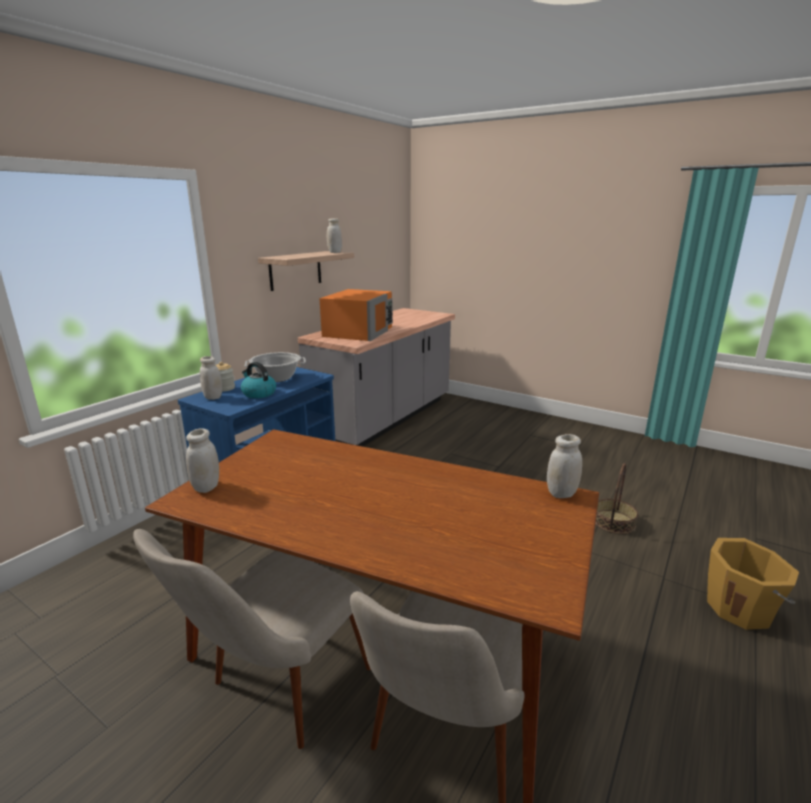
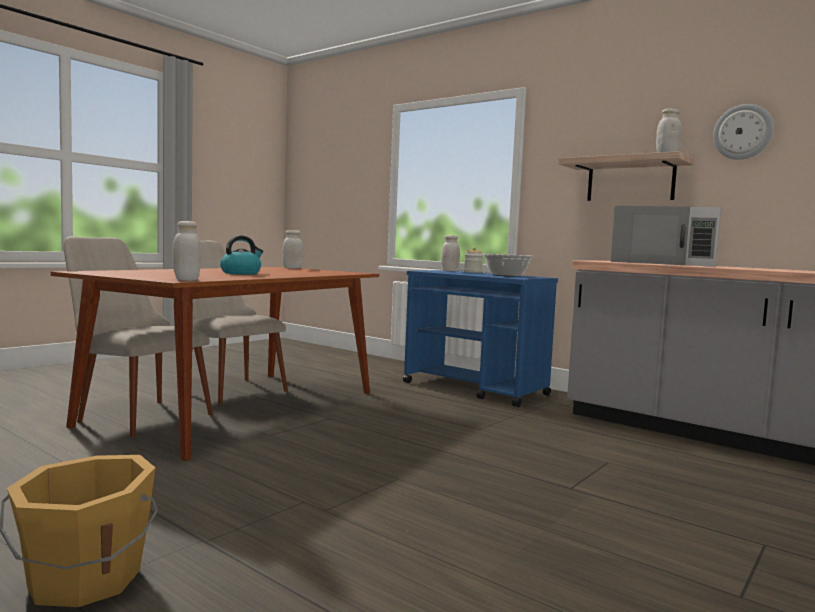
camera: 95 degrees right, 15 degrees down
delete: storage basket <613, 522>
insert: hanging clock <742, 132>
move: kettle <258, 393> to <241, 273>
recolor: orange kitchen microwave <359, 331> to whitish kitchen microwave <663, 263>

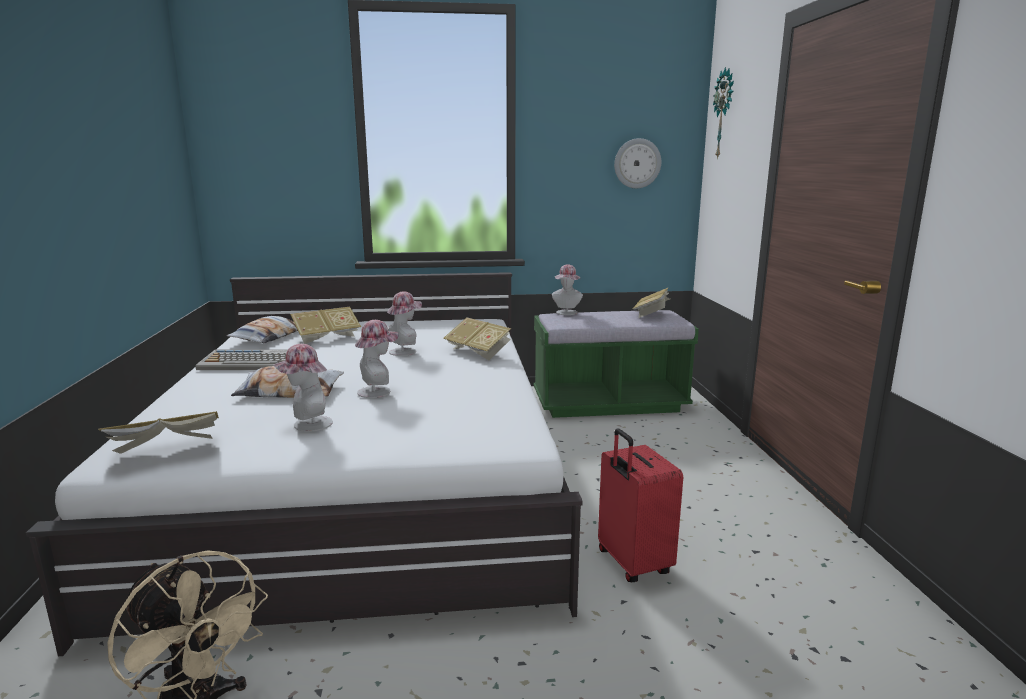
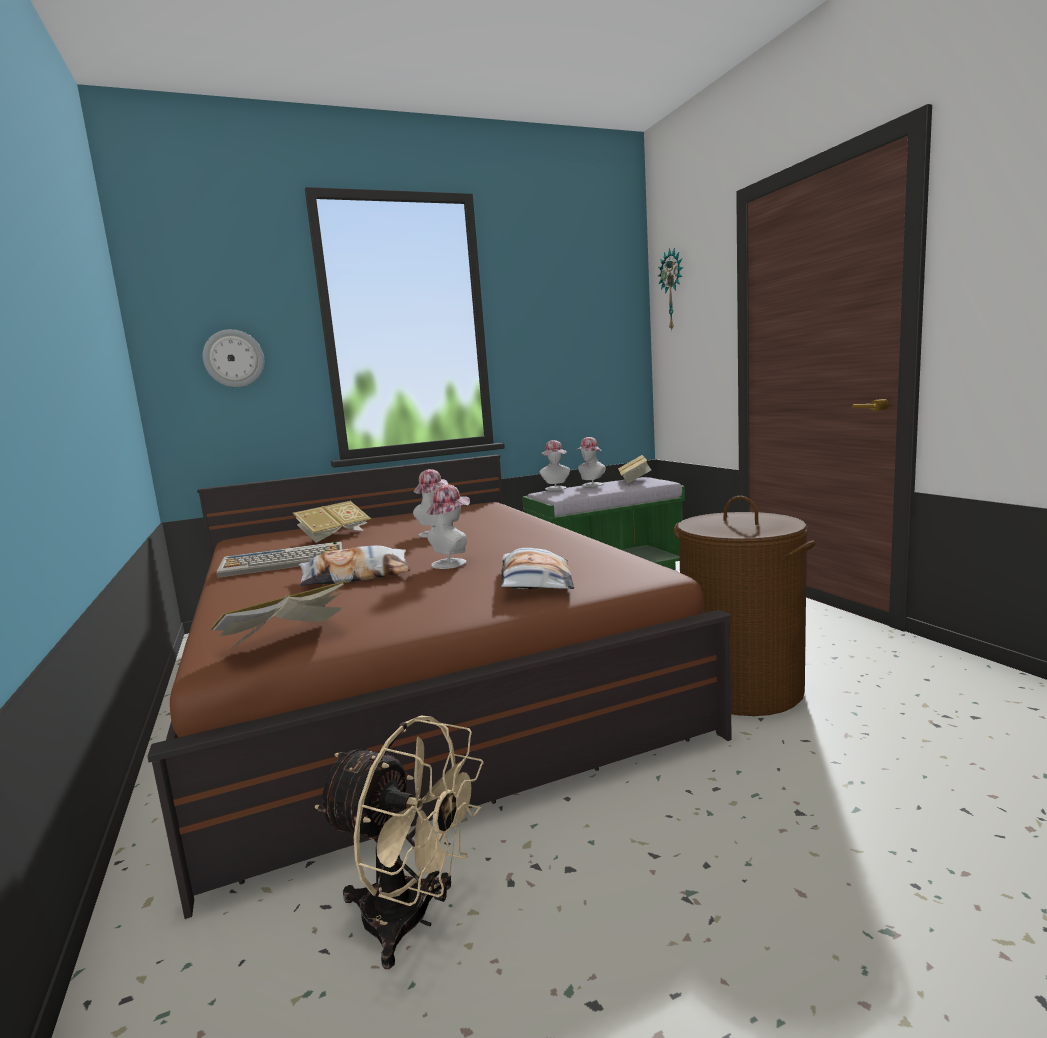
camera: 15 degrees left, 5 degrees down
delete: bound book <478, 352>
move: pillow <268, 337> to <535, 581>; wearable hat <308, 425> to <591, 485>; hanging clock <637, 163> to <234, 358>
replace: reddish travel case <632, 563> to brown washing basket <741, 688>
recolor: whitish bedroom bed <365, 479> to brown bedroom bed <417, 675>

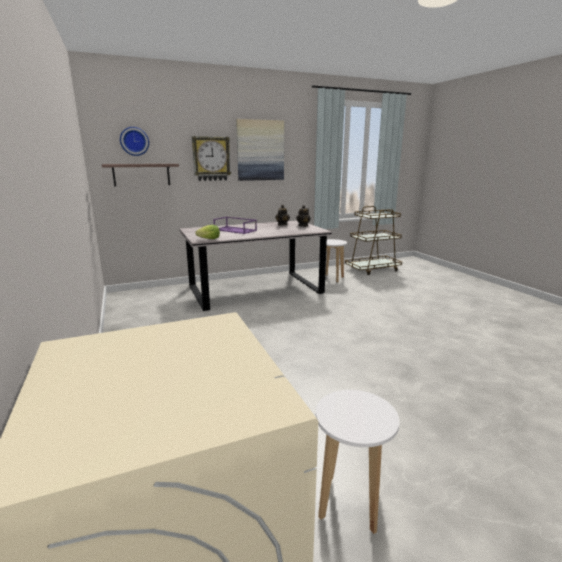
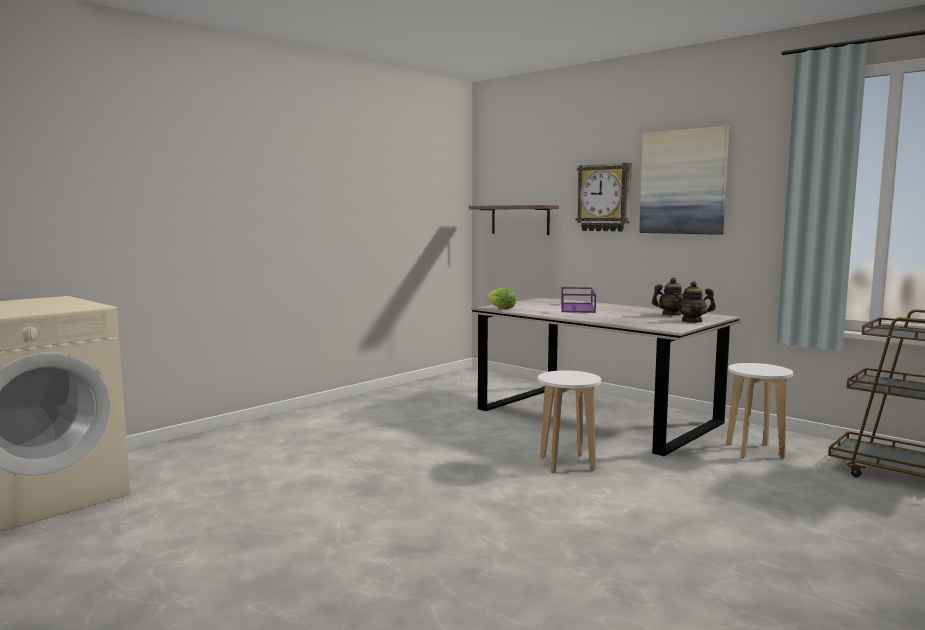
camera: 65 degrees right, 10 degrees down
delete: hanging clock <134, 141>
move: whitish stool seat <350, 503> to <567, 463>

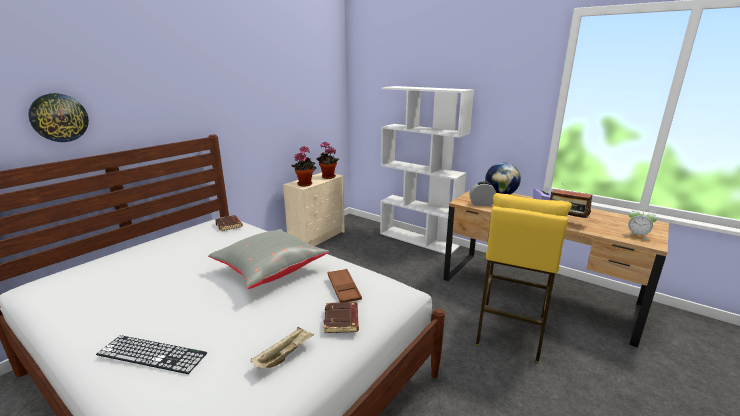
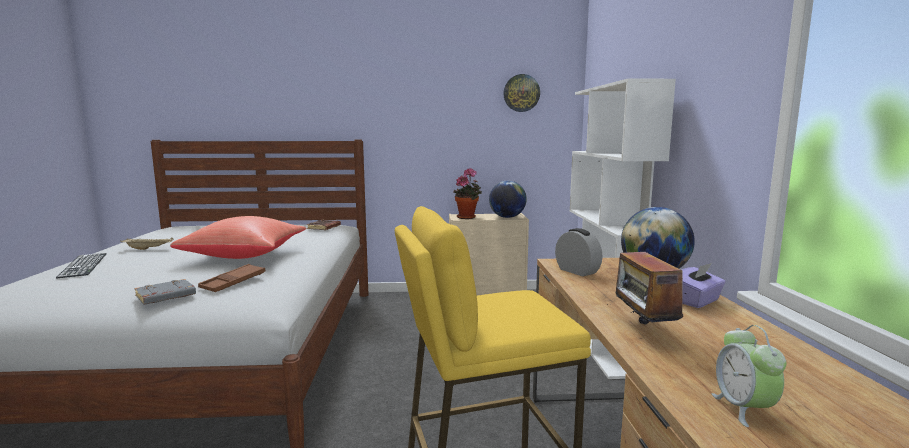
camera: 50 degrees right, 10 degrees down
move: hanging clock <59, 118> to <521, 93>; sand-coloured tray <284, 356> to <149, 249>
replace: houseplant <327, 177> to world globe <507, 217>
recolor: greyish pillow <269, 270> to reddish pillow <246, 255>; brown bound book <342, 320> to greyish bound book <165, 296>

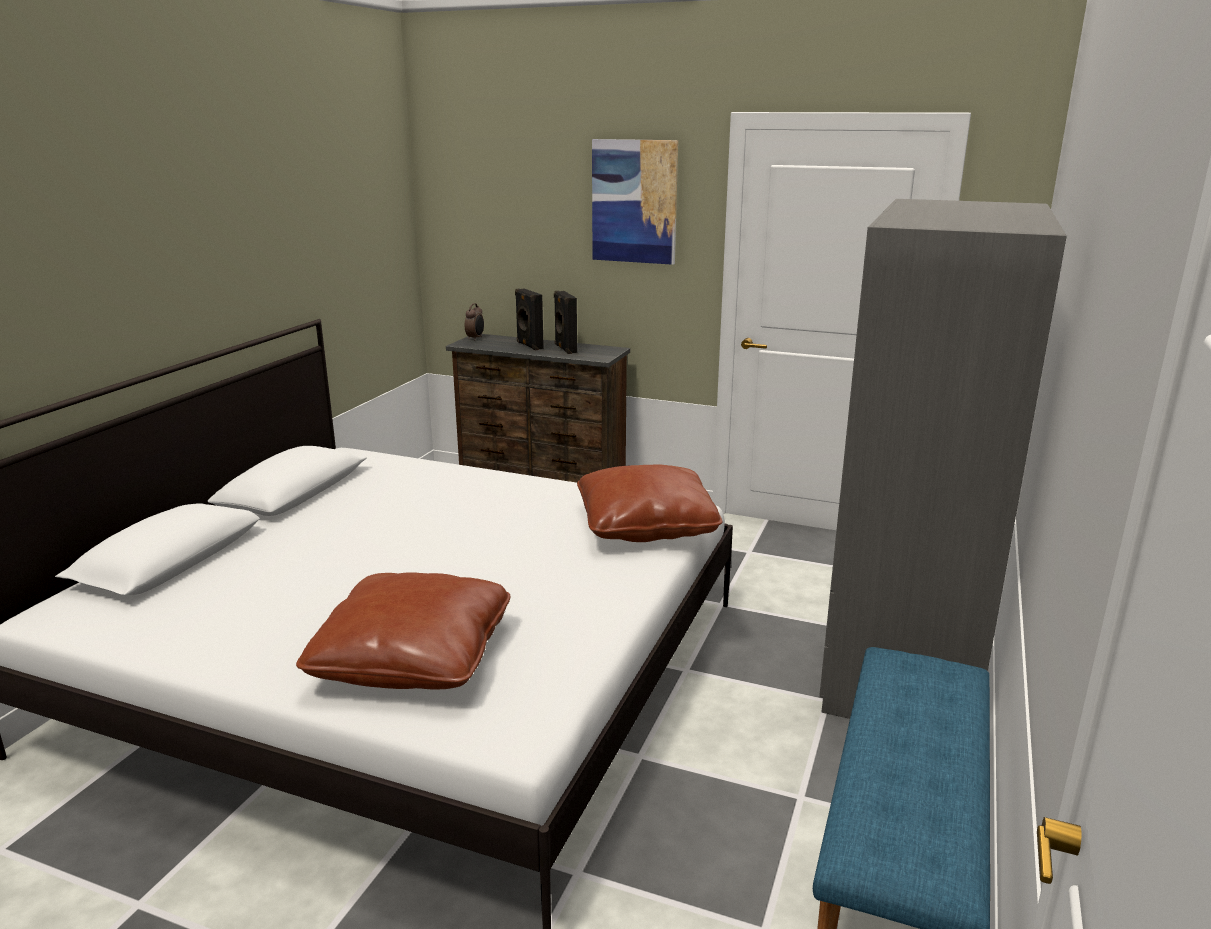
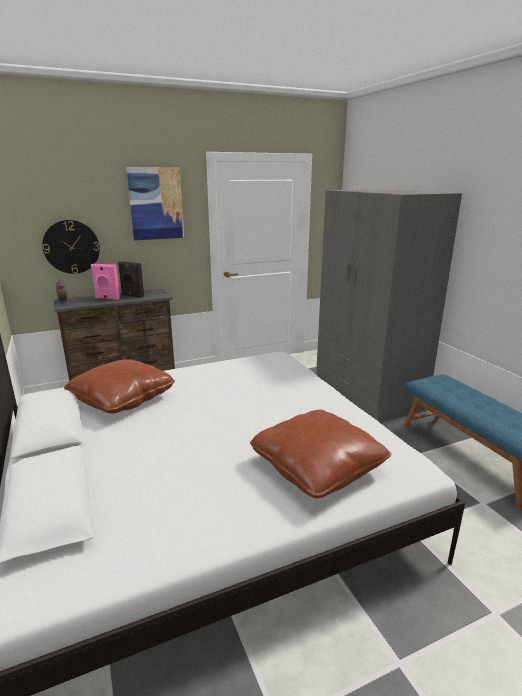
camera: 45 degrees left, 0 degrees up
insert: hanging clock <71, 247>
move: brown pillow <646, 526> to <122, 399>
recolor: blackish loudspeaker <529, 345> to pinkish loudspeaker <107, 298>

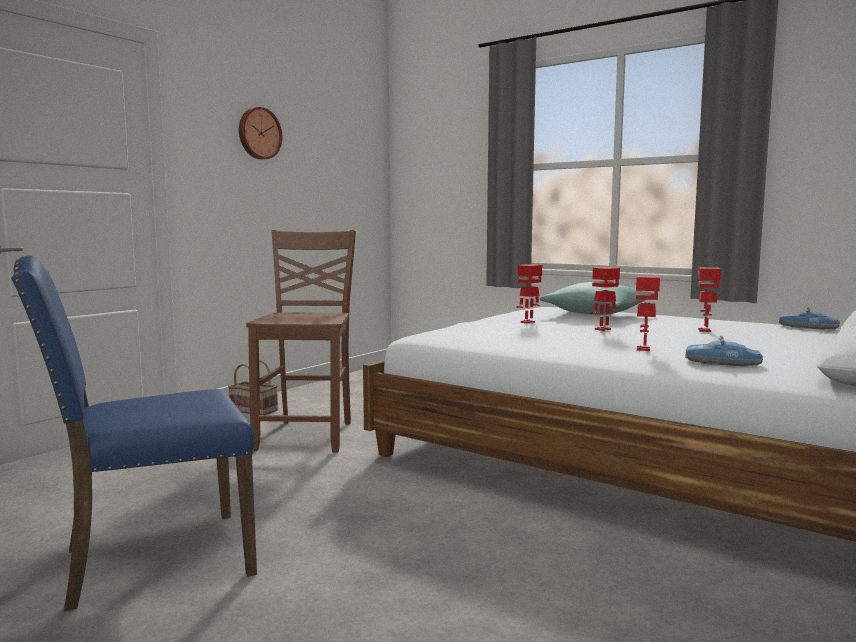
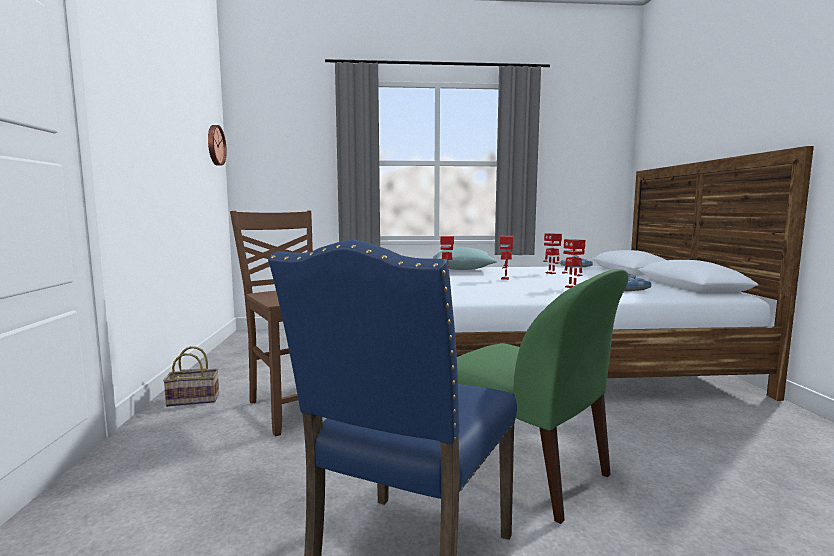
camera: 40 degrees left, 0 degrees up
insert: green plain chair <528, 473>
move: hanging clock <259, 133> to <215, 145>

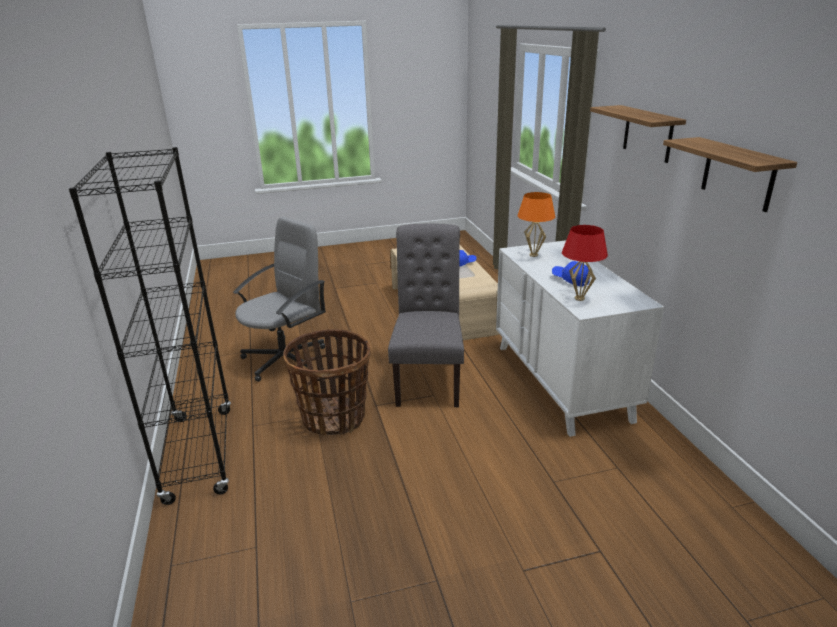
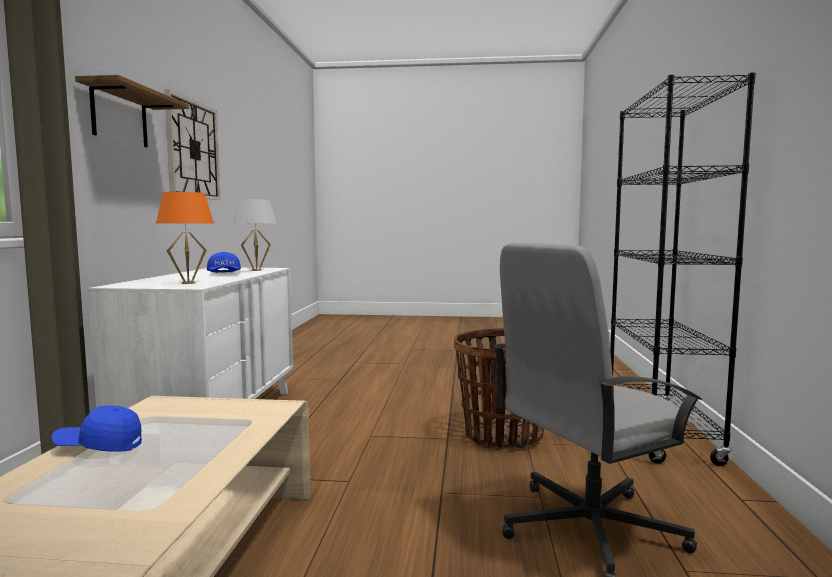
camera: 160 degrees left, 20 degrees down
delete: greyish plain chair <429, 379>
replace: wall shelf <738, 174> to hanging clock <193, 150>
recolor: reddish lamp for a table <579, 298> to whitish lamp for a table <256, 270>

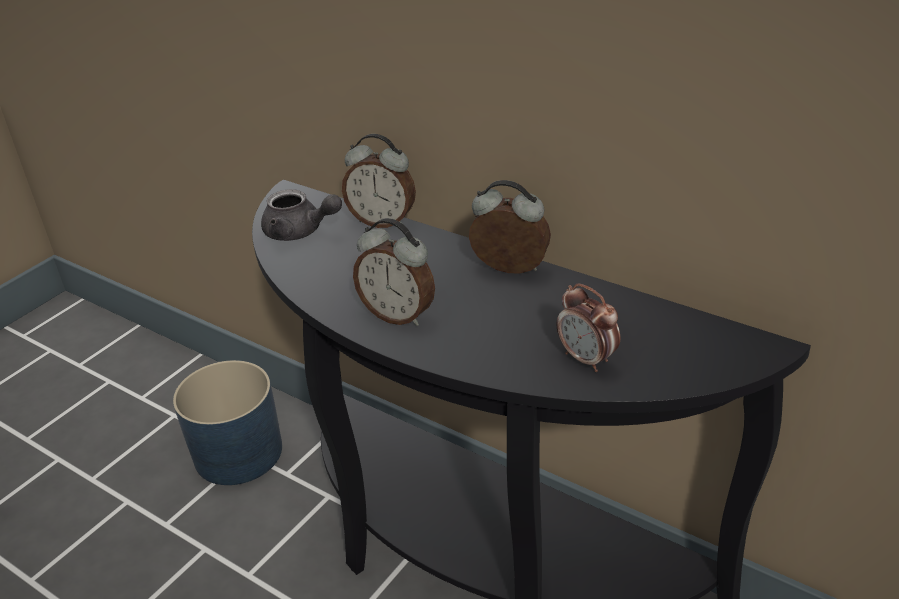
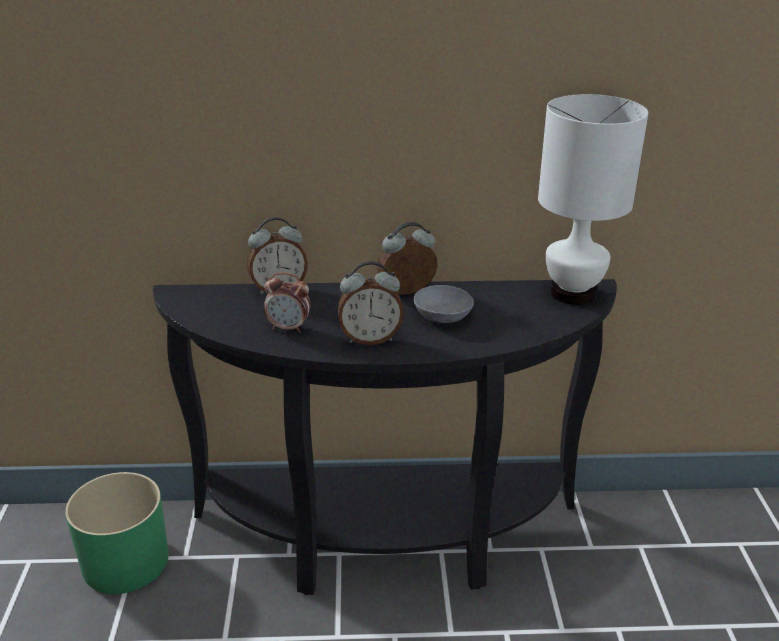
camera: 40 degrees left, 5 degrees down
delete: greyish teapot <300, 232>
insert: greyish bowl <444, 315>; whitish lamp for a table <572, 293>
move: table clock <587, 359> to <288, 328>
recolor: blue planter <239, 453> to green planter <126, 561>

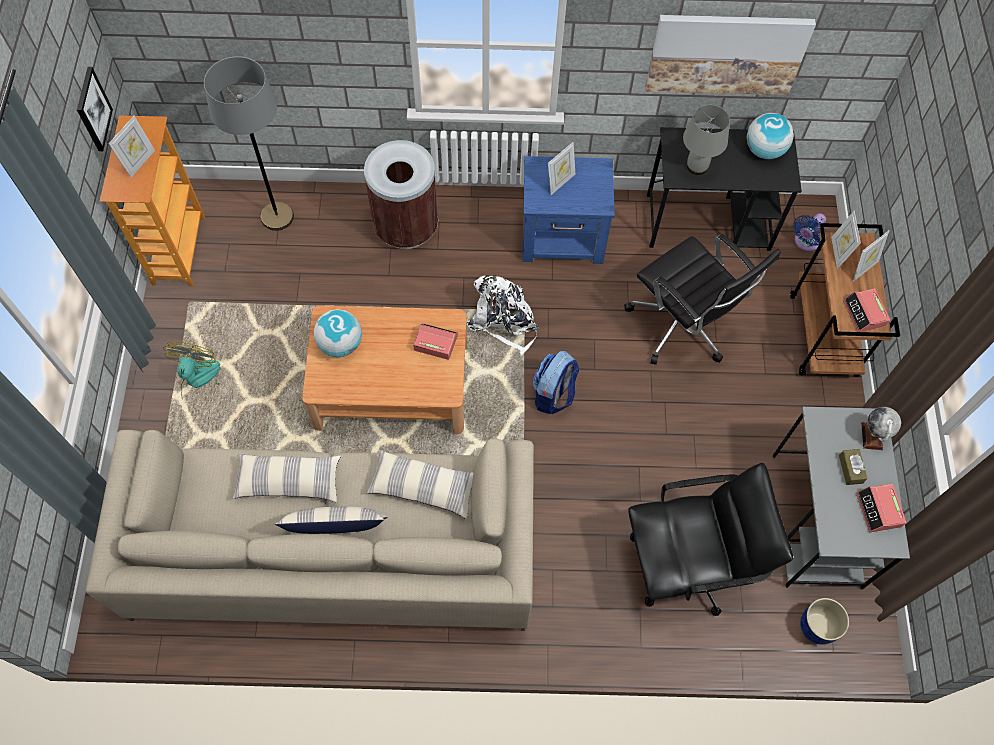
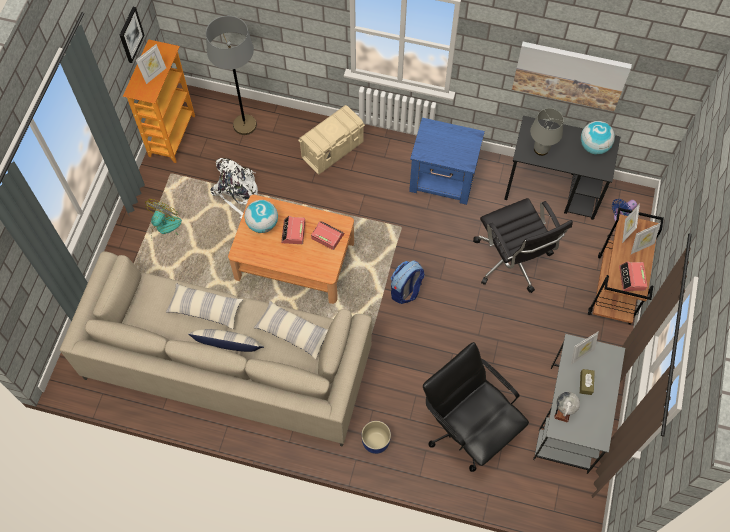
camera: 15 degrees right, 0 degrees up
move: whitish knapsack <504, 320> to <237, 192>; standing frame <560, 182> to <580, 354>; blue planter <816, 627> to <375, 442>; table clock <878, 510> to <293, 232>; world globe <872, 436> to <563, 411>
replace: brown rubbish bin <406, 227> to sand-coloured storage container <333, 150>
rotate: blackish office chair <687, 564> = <467, 428> 135 degrees counterclockwise

